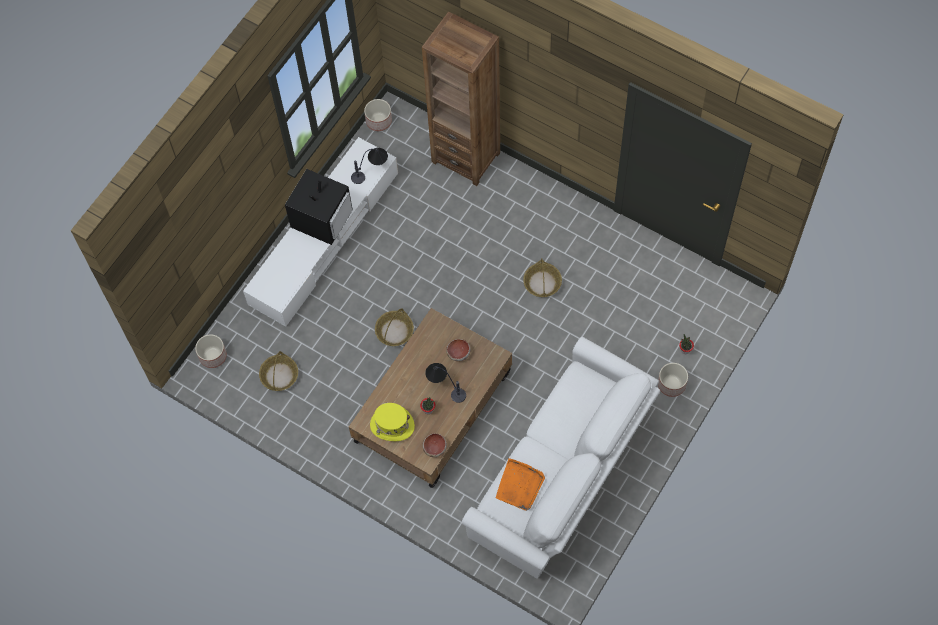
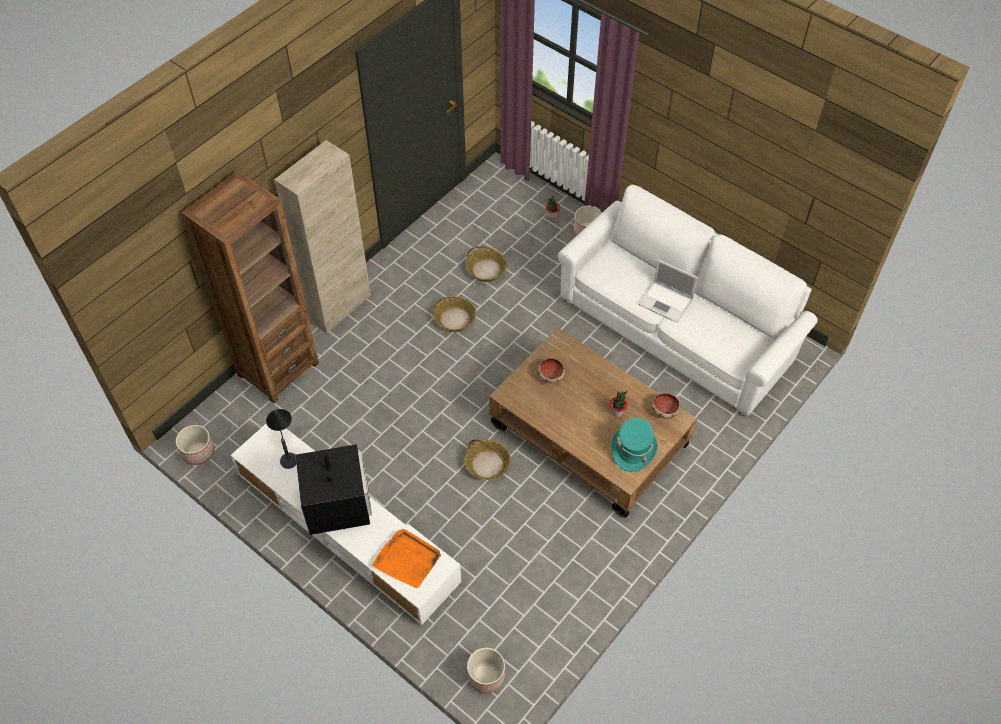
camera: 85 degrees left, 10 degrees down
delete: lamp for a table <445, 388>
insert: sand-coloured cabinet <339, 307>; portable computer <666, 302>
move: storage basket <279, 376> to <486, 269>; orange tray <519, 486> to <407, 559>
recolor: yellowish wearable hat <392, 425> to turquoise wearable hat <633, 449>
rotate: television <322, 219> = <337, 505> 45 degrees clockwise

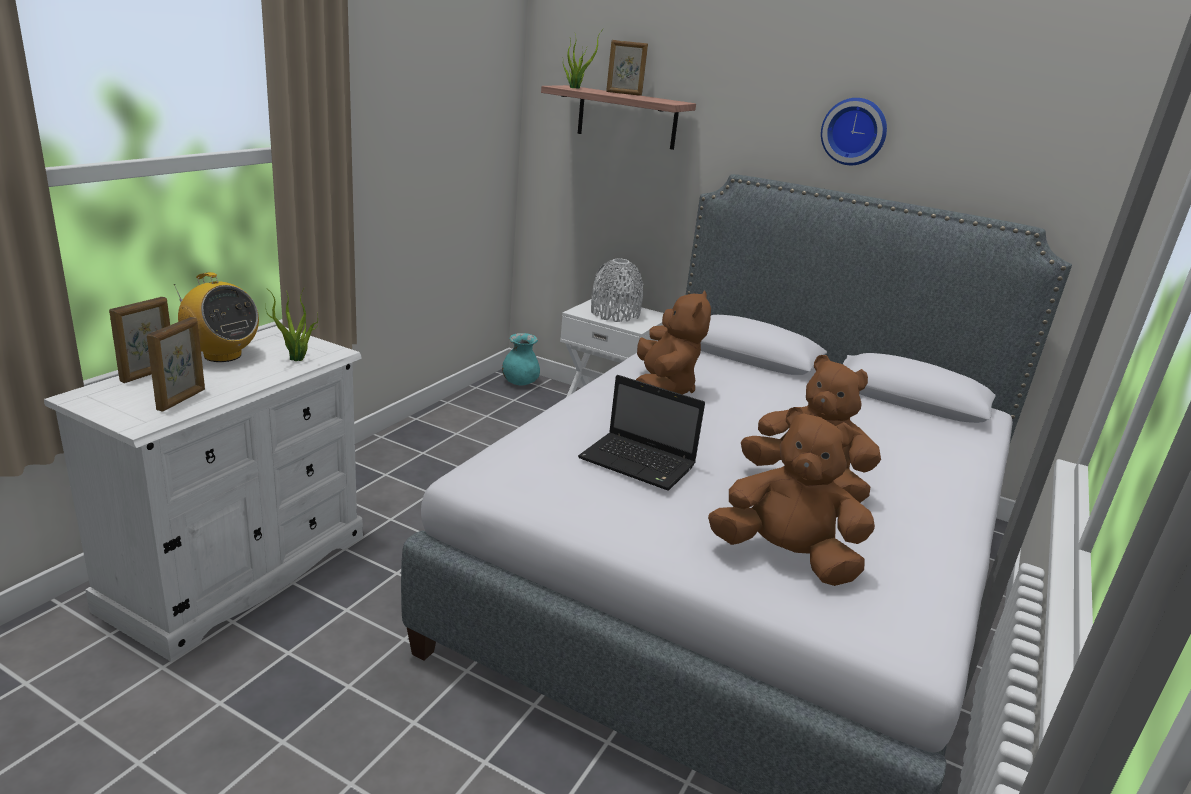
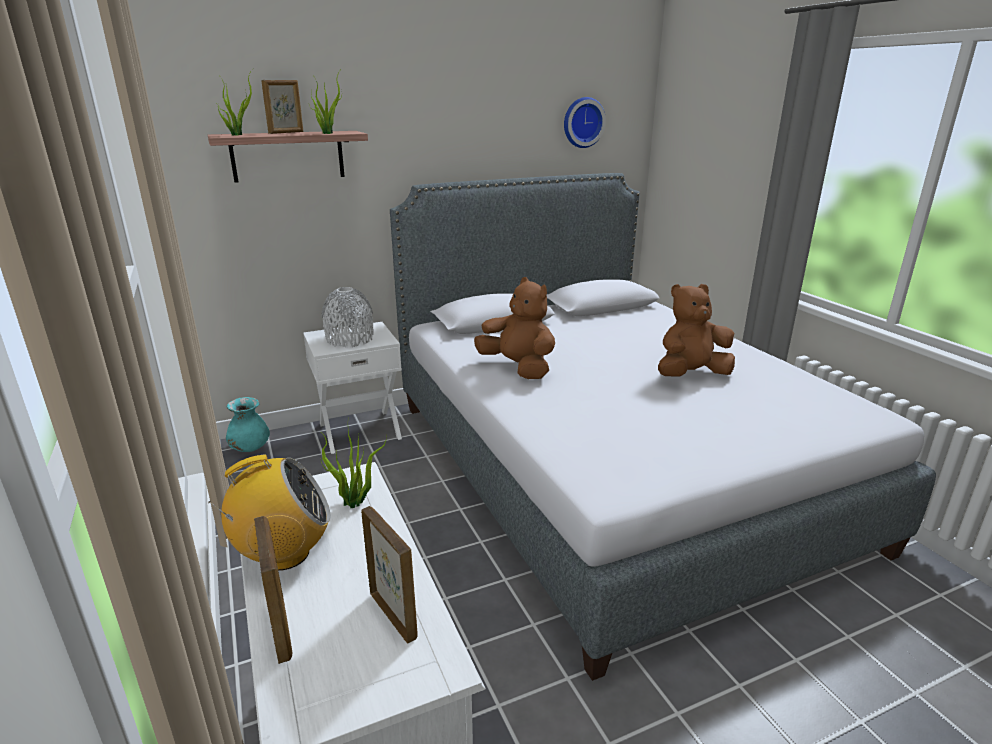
camera: 50 degrees left, 0 degrees up
delete: portable computer <639, 463>; brown cuddly toy <785, 558>
insert: houseplant <327, 133>
move: hanging clock <854, 131> to <582, 122>

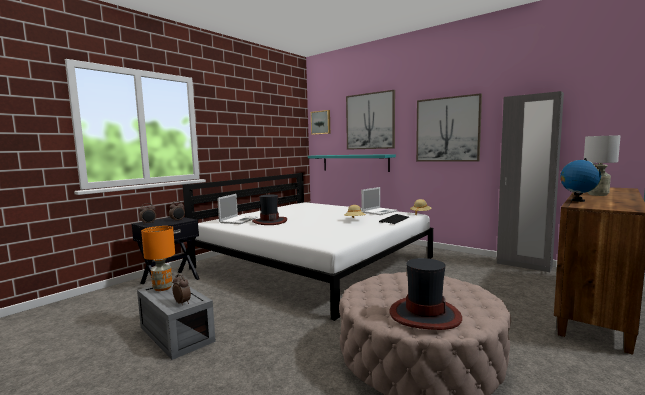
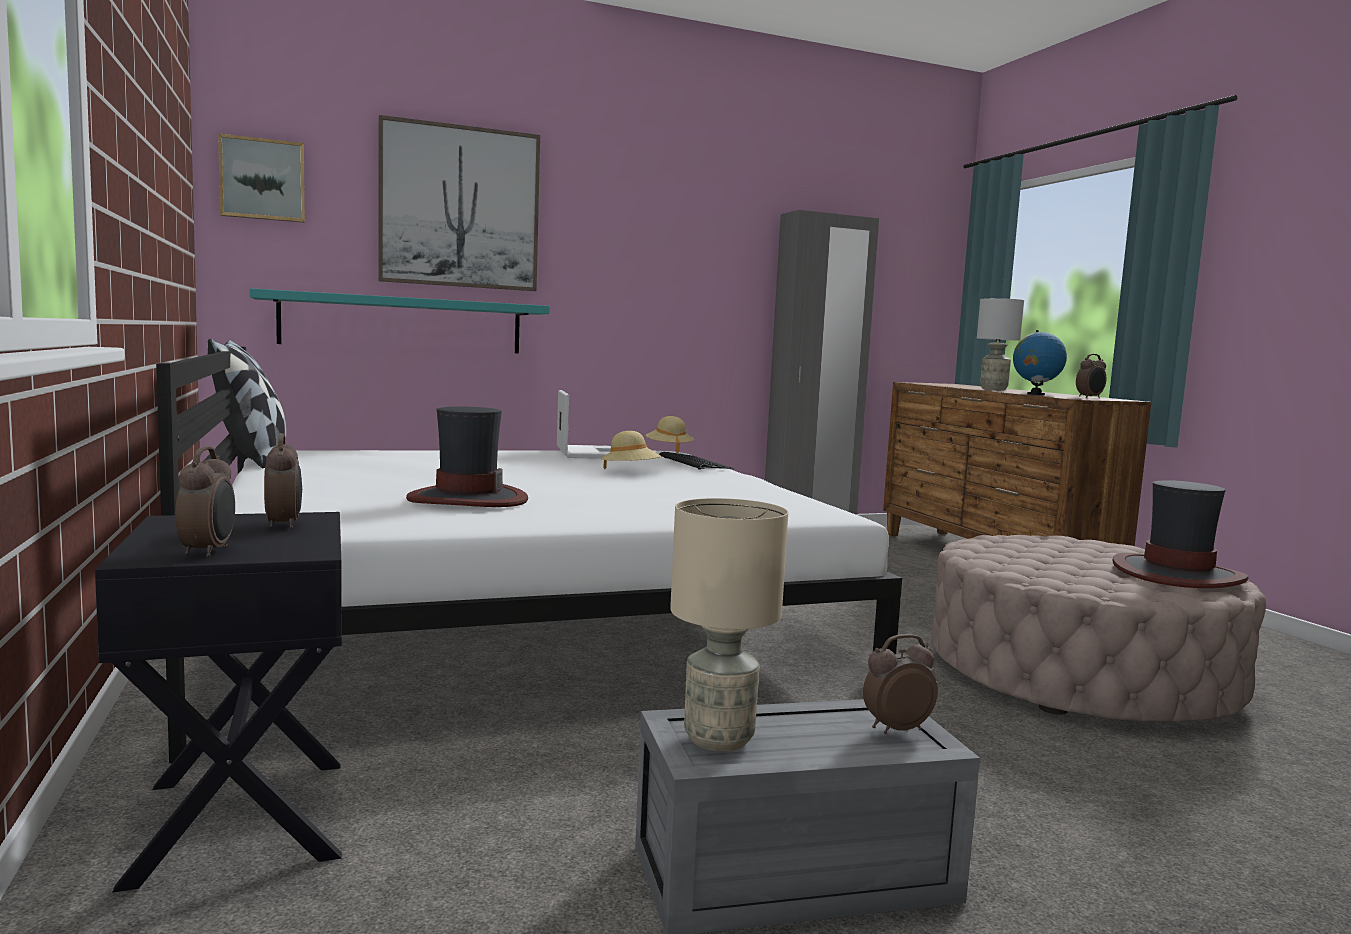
camera: 60 degrees left, 0 degrees up
delete: portable computer <238, 220>; wall art <447, 129>
insert: pillow <252, 459>; table clock <1090, 397>
recolor: orange lamp for a table <162, 288> to sand-coloured lamp for a table <717, 738>

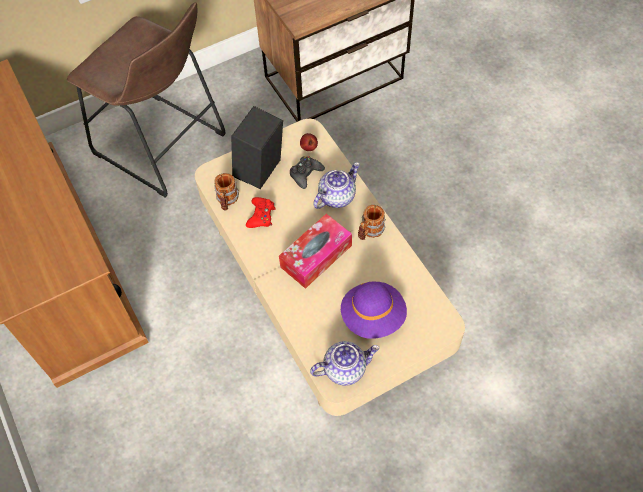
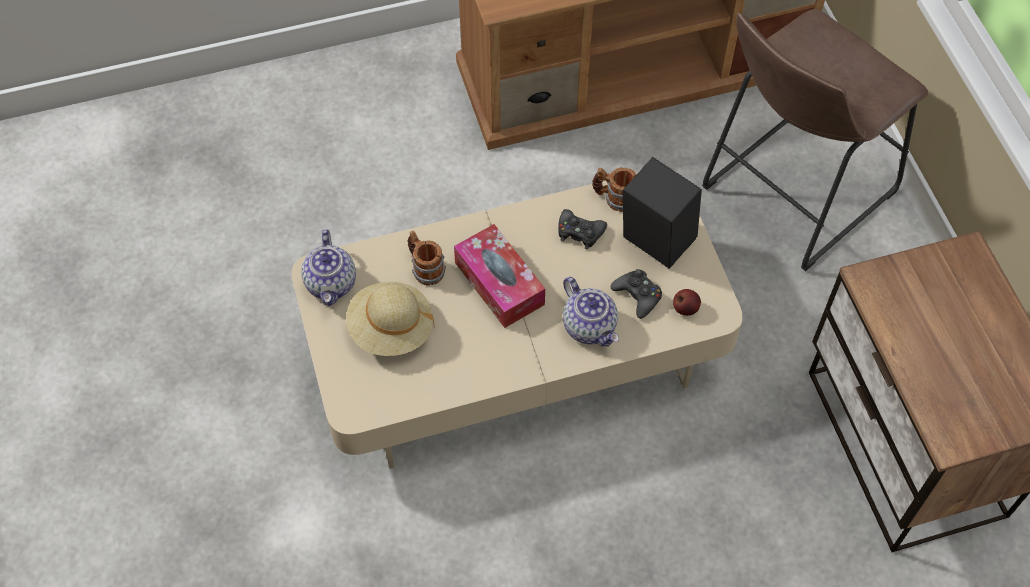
camera: 100 degrees right, 0 degrees up
move: coffee mug <369, 231> to <425, 267>
recolor: reddish game controller <261, 216> to blackish game controller <579, 232>; purple-coloured wearable hat <373, 316> to sand-coloured wearable hat <391, 329>

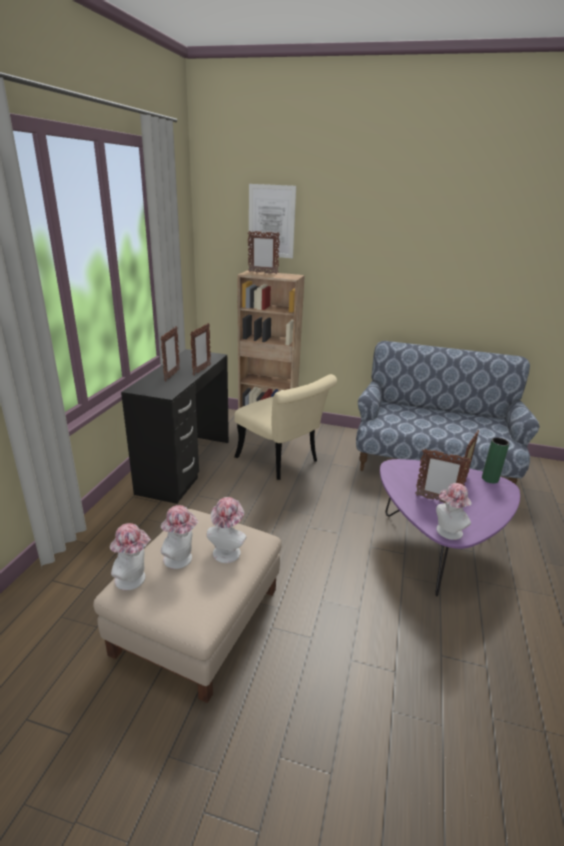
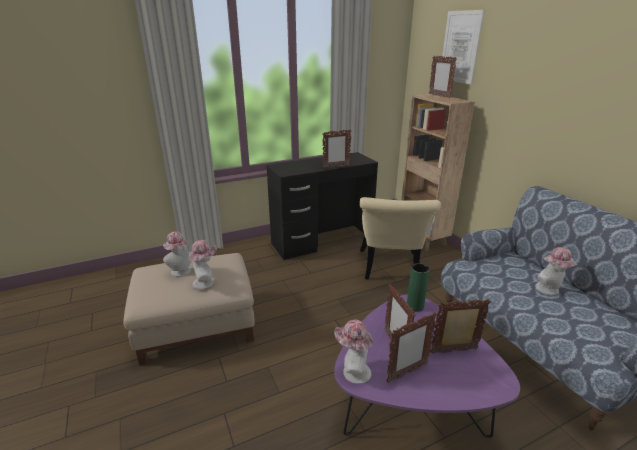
camera: 50 degrees right, 0 degrees up
move: wearable hat <134, 579> to <550, 290>; standing frame <172, 375> to <407, 373>; green decorative vase <490, 479> to <415, 306>

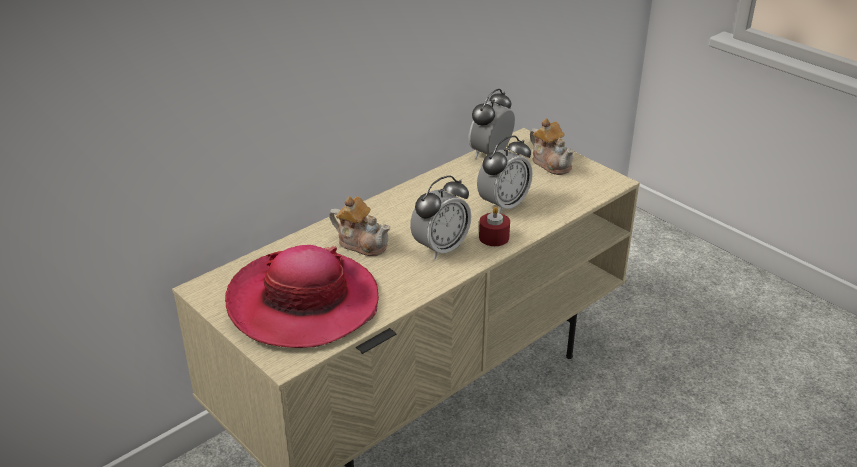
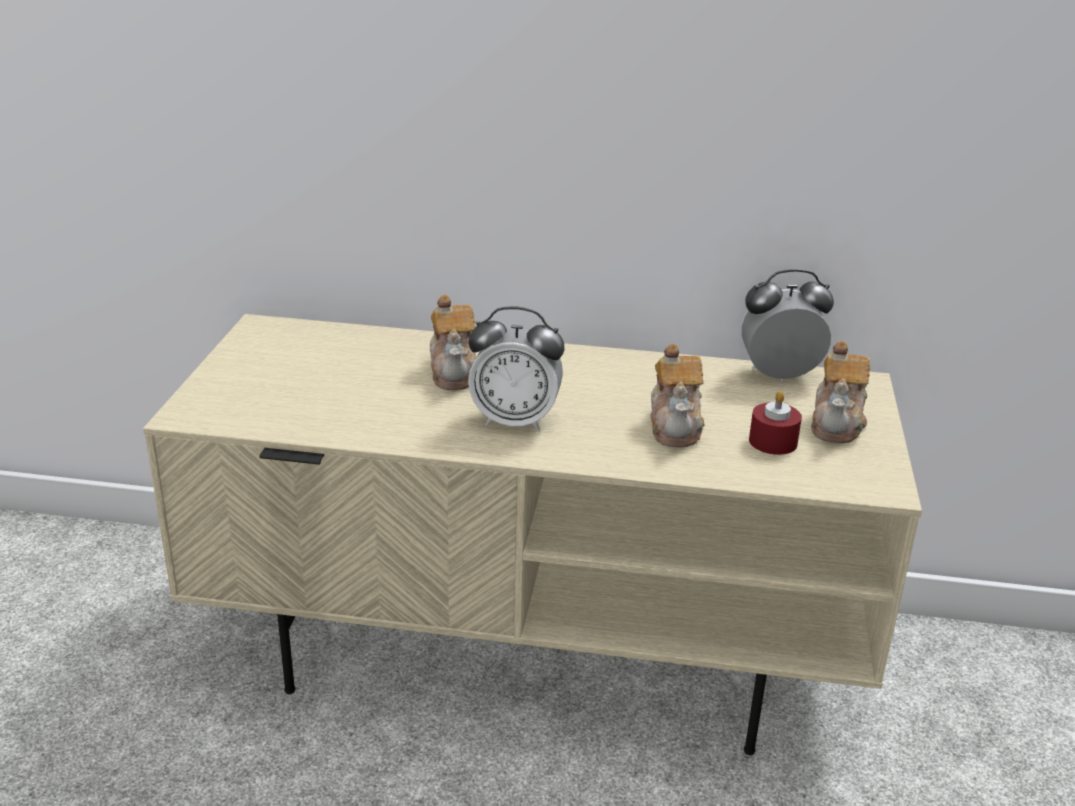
camera: 50 degrees right, 5 degrees down
delete: wearable hat <303, 303>
move: reddish wax candle <494, 237> to <773, 442>
replace: table clock <503, 205> to teapot <676, 426>

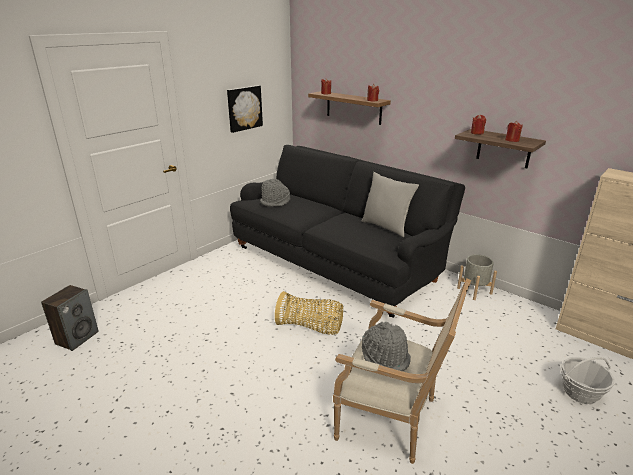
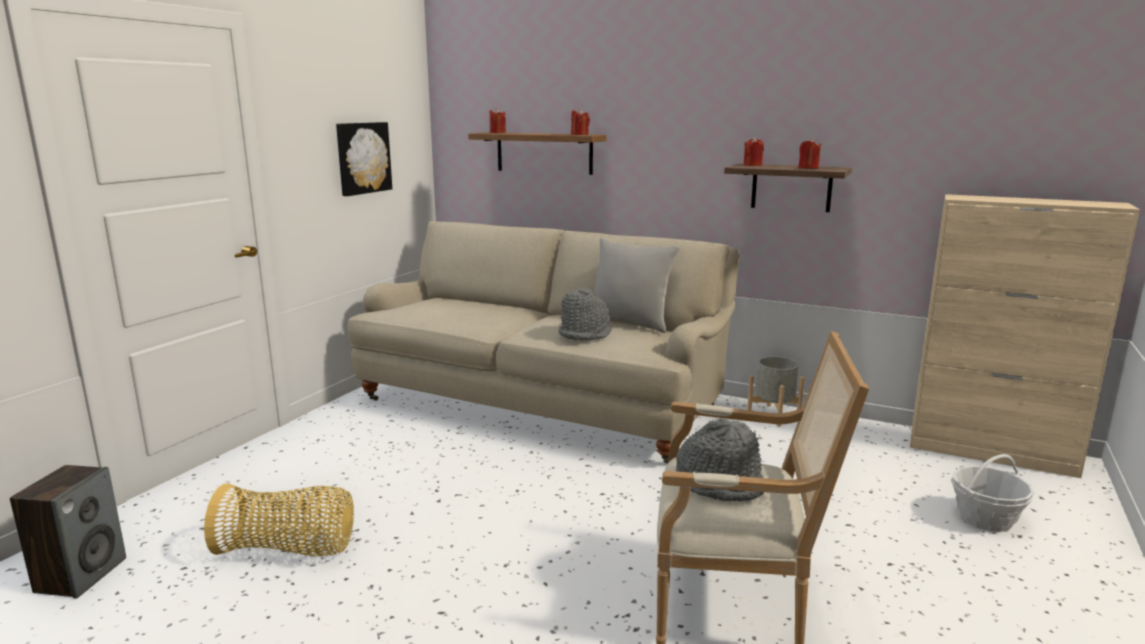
camera: 15 degrees left, 10 degrees down
move: greyish wearable hat <275, 202> to <585, 333>; storage basket <310, 327> to <289, 550>
recolor: blackish sofa <336, 261> to sand-coloured sofa <543, 401>

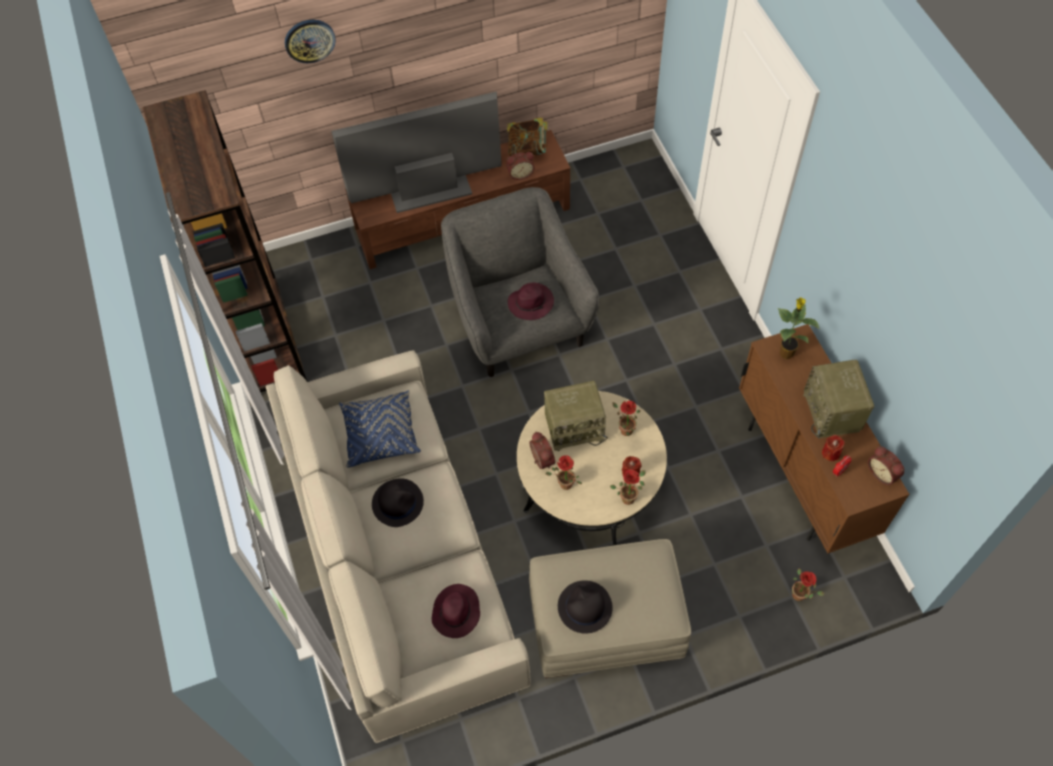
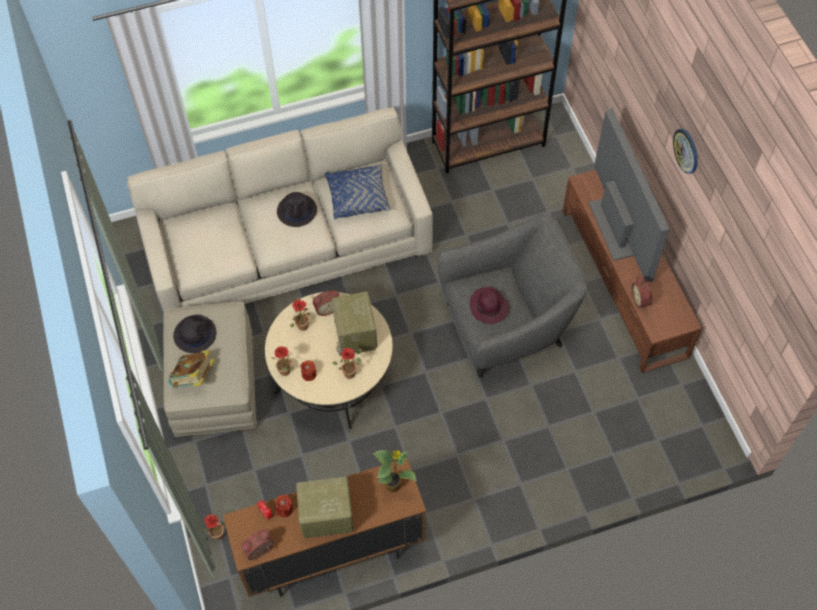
camera: 90 degrees right, 0 degrees up
delete: purple-coloured wearable hat <456, 613>
move: hanging clock <309, 40> to <686, 150>; bound book <528, 150> to <194, 378>

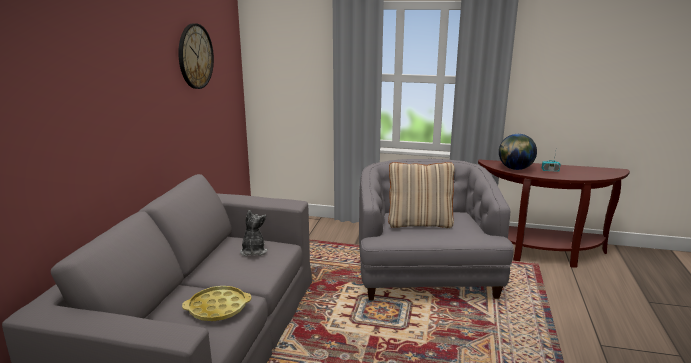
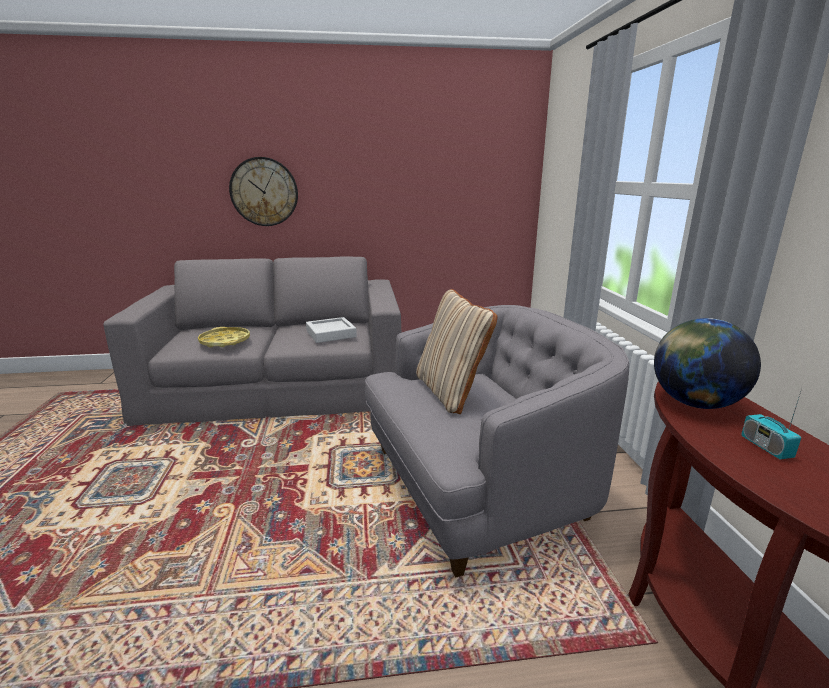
camera: 70 degrees right, 0 degrees up
move: hanging clock <195, 56> to <264, 192>
replace: cuddly toy <253, 251> to greyish tray <331, 334>

